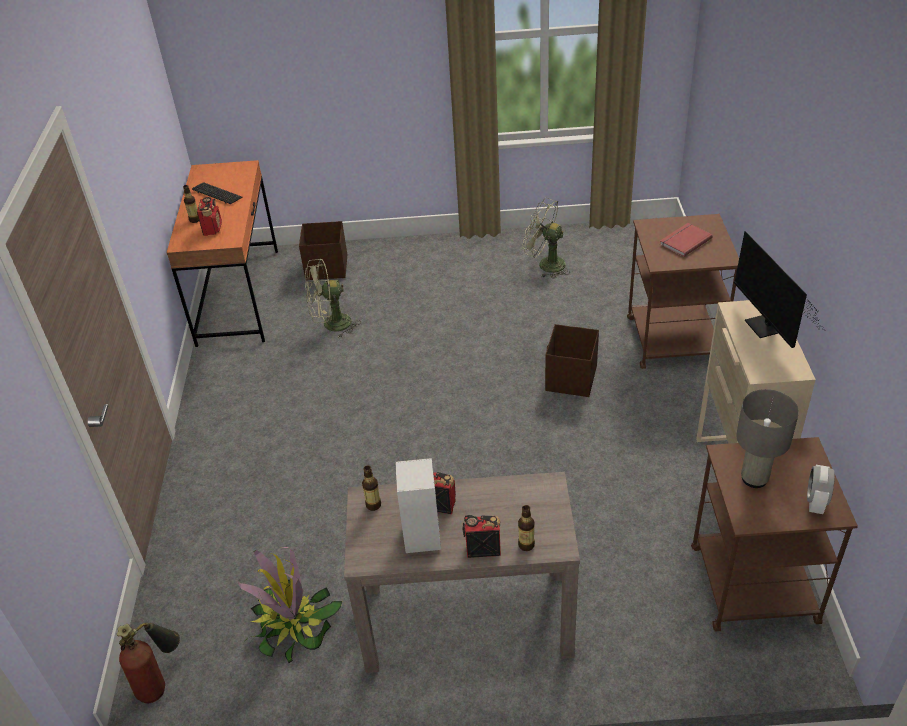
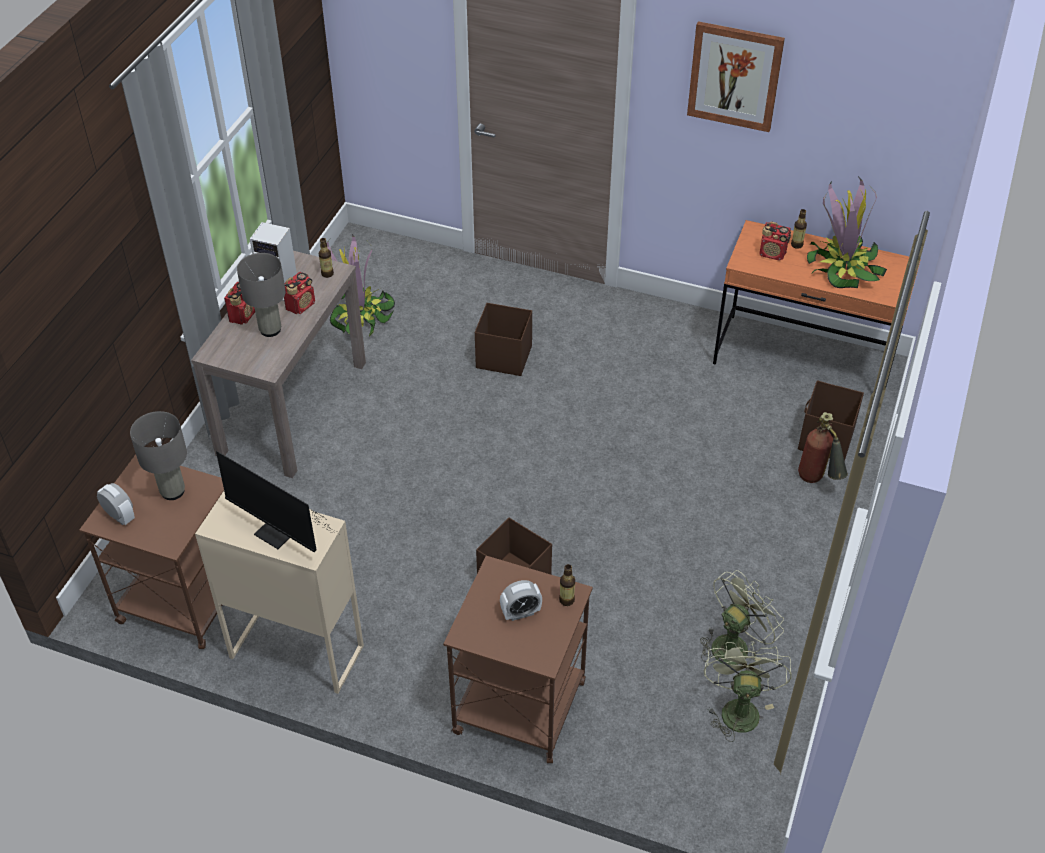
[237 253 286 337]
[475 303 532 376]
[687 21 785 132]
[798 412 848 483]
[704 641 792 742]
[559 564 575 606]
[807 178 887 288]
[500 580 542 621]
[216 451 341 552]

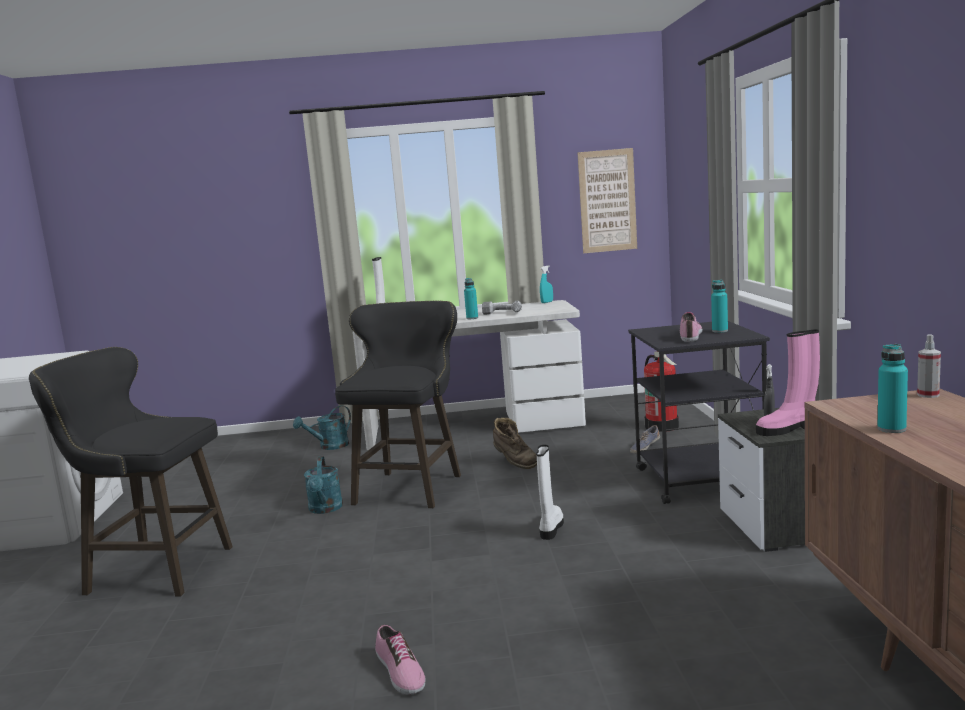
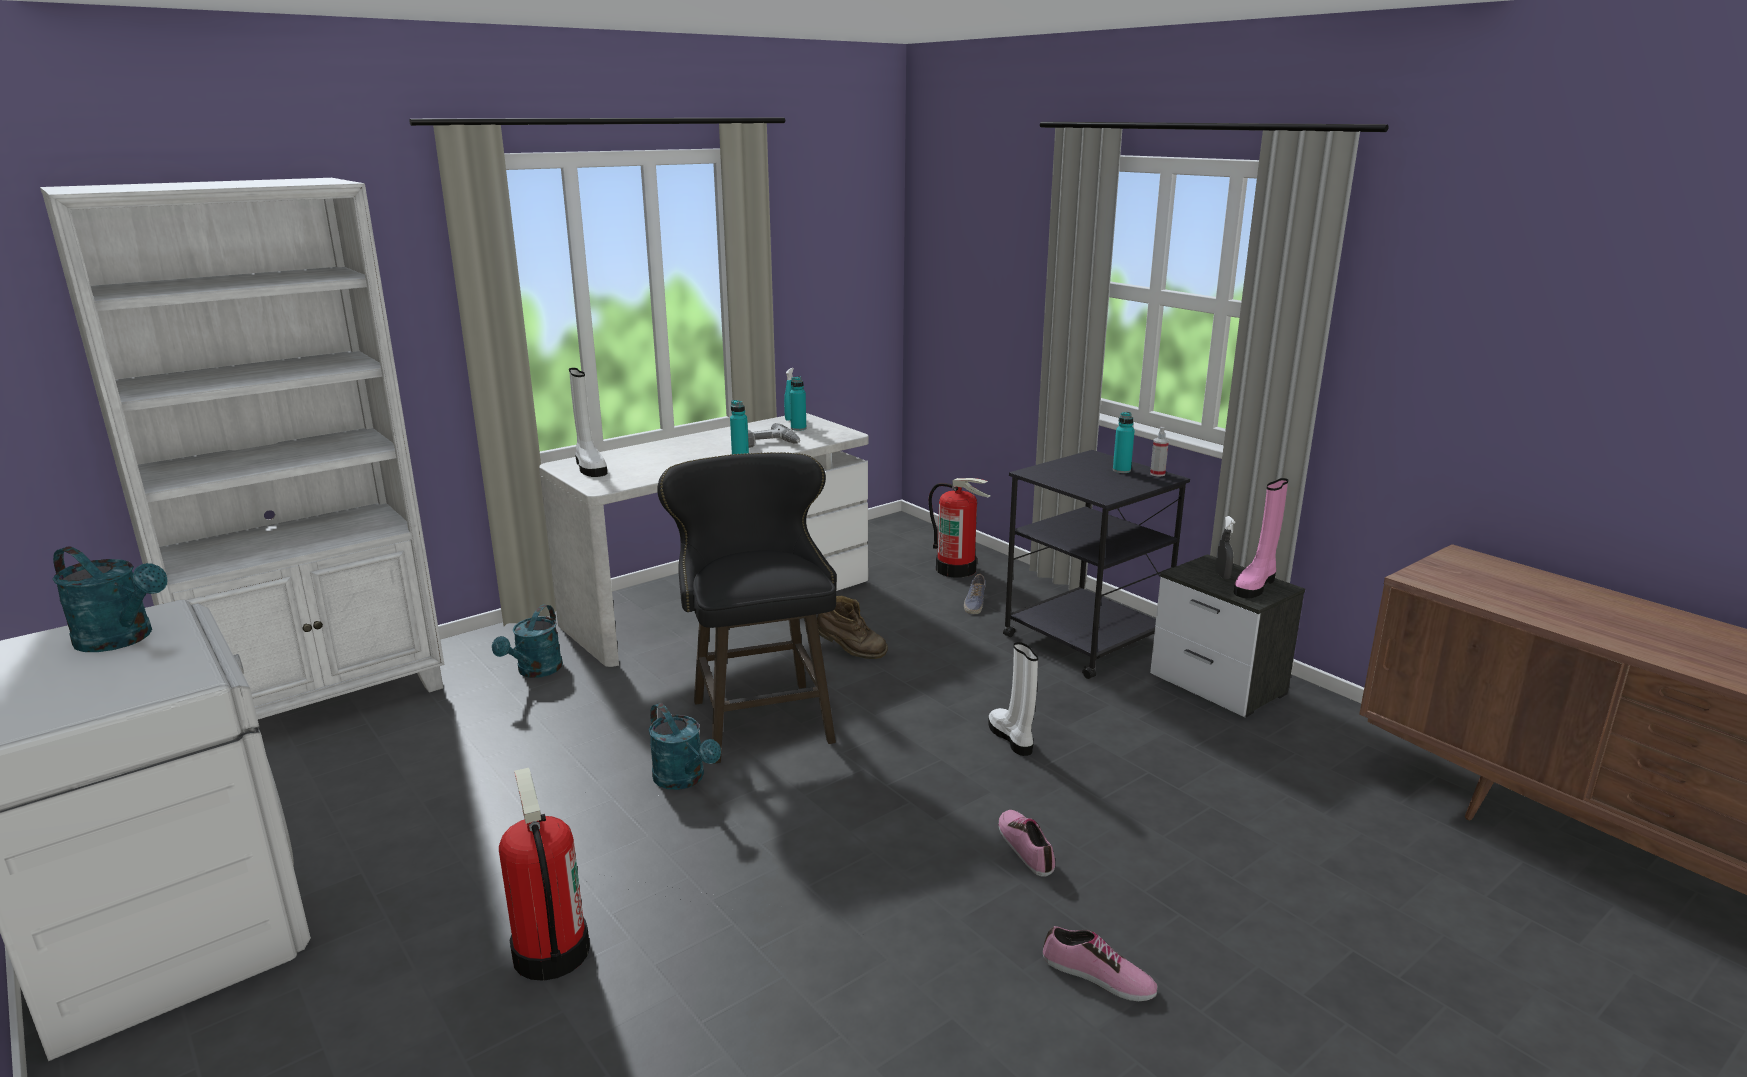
[578 148 637 253] (first image)
[40 178 444 719]
[53 546 168 652]
[998 810 1055 877]
[790 376 806 431]
[1150 427 1169 476]
[499 768 590 981]

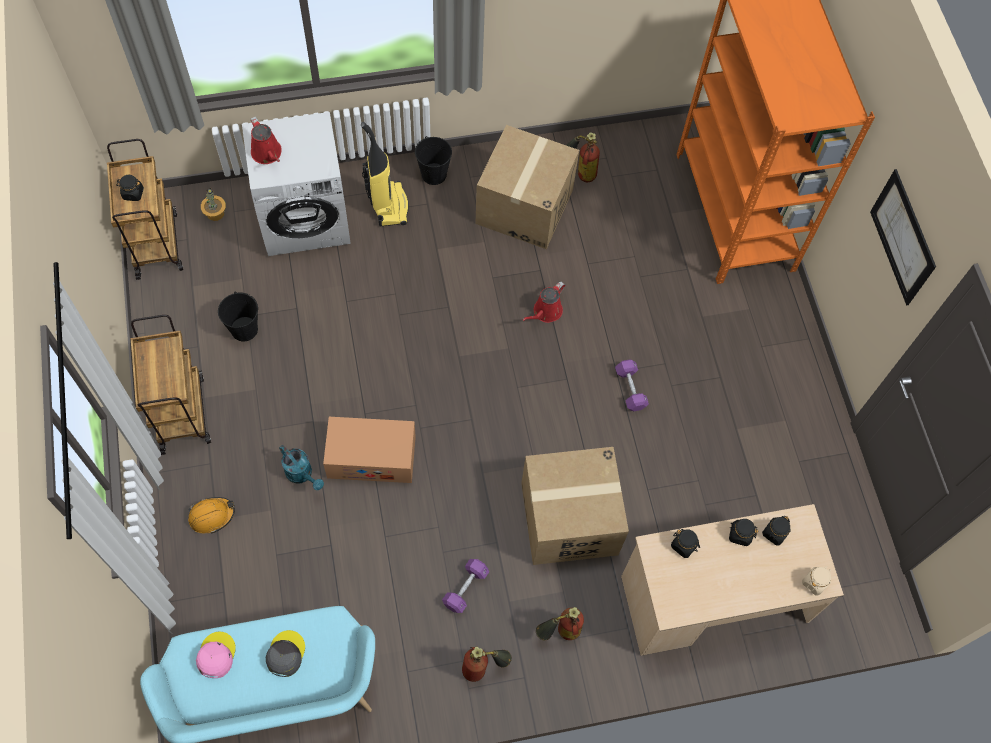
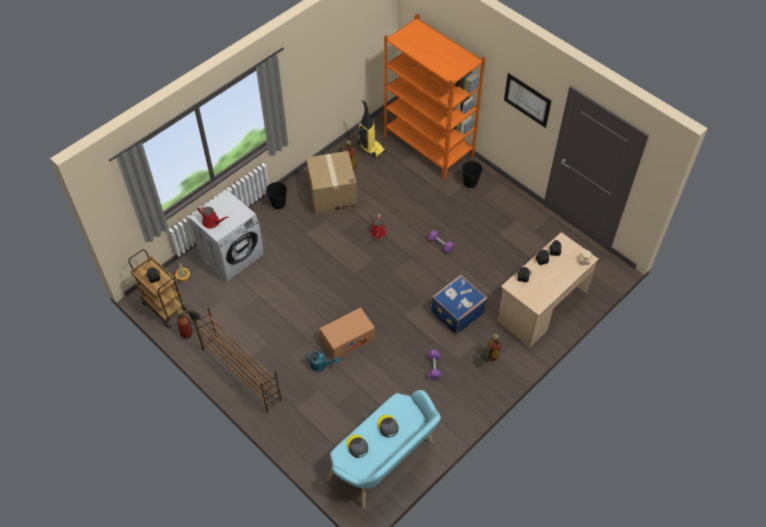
[188 497 235 534] (first image)
[462 161 483 188]
[357 100 386 158]
[177 309 200 339]
[193 308 282 413]
[431 275 487 335]
[346 434 368 458]

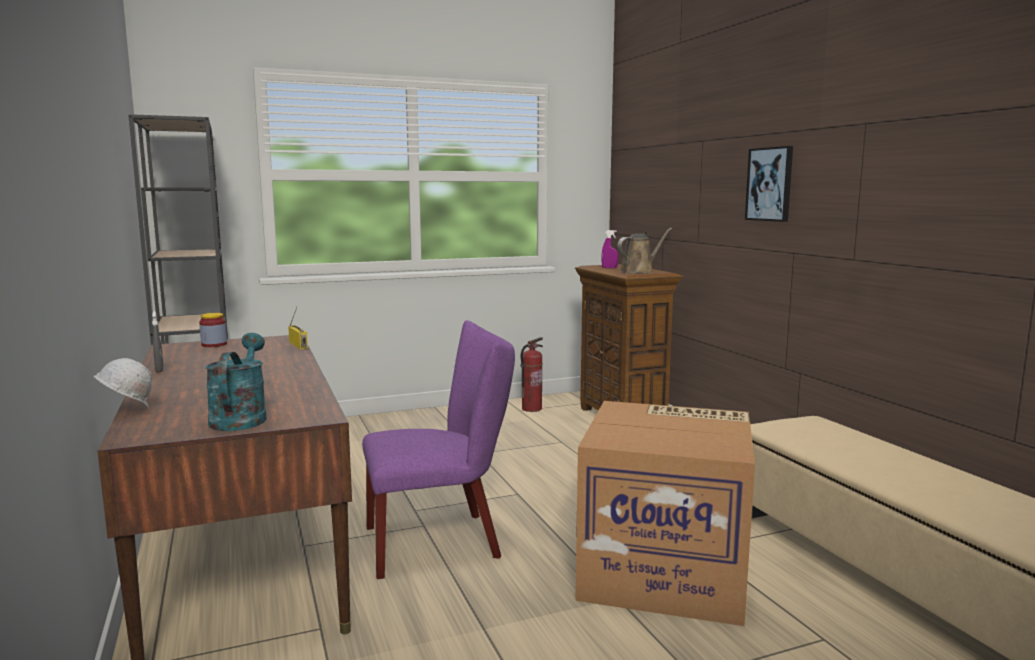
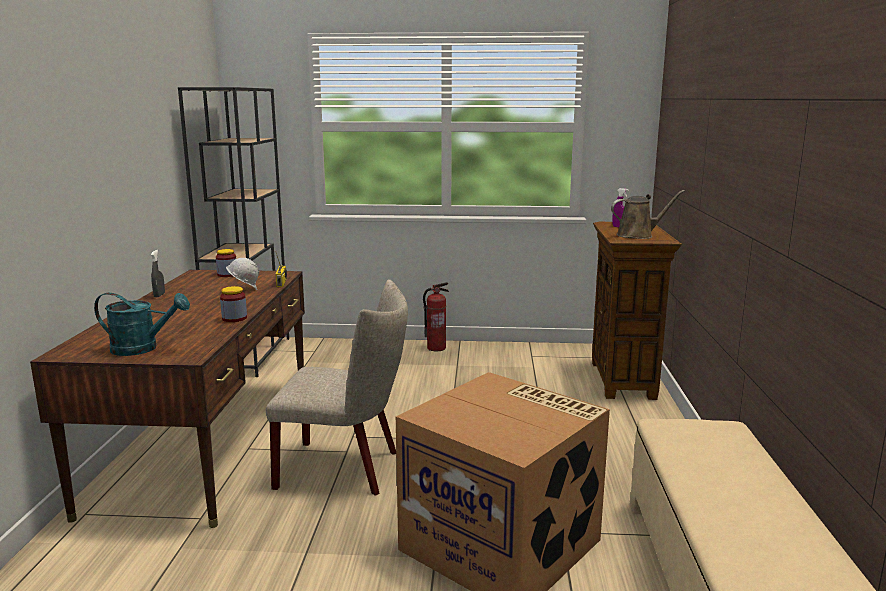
[745 146 793 222] (first image)
[220 286 247 322]
[226 258 259 290]
[423 282 449 351]
[266 279 408 496]
[94 293 190 356]

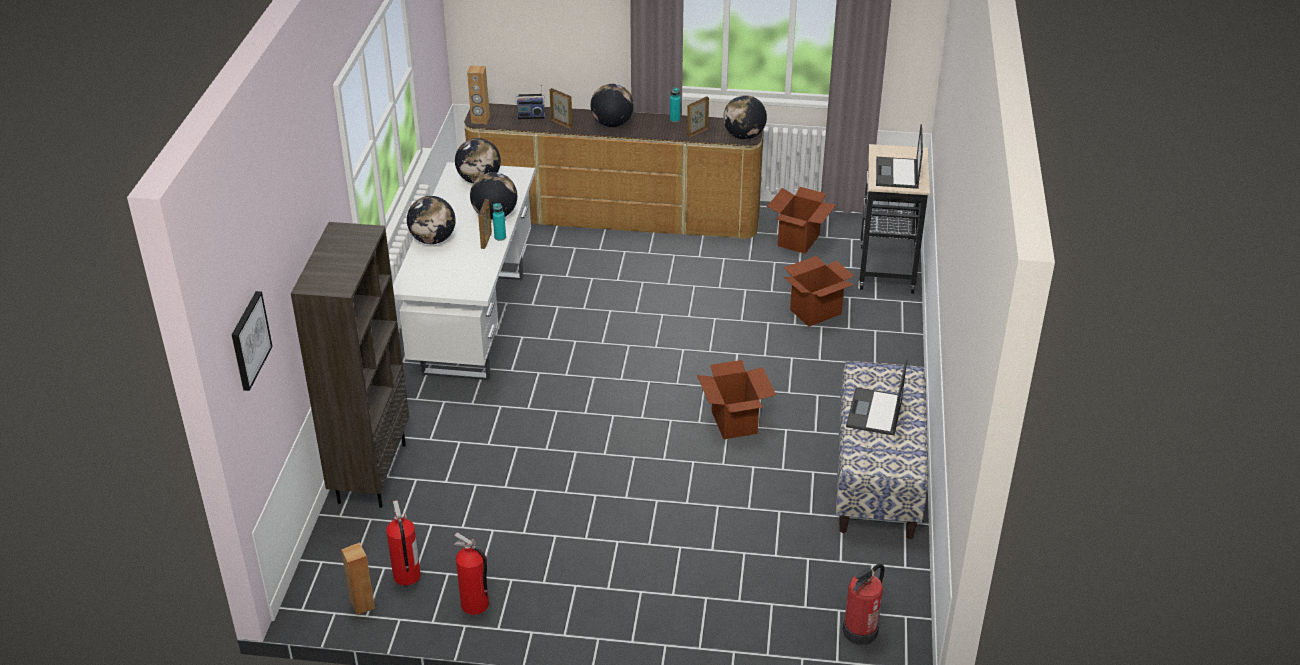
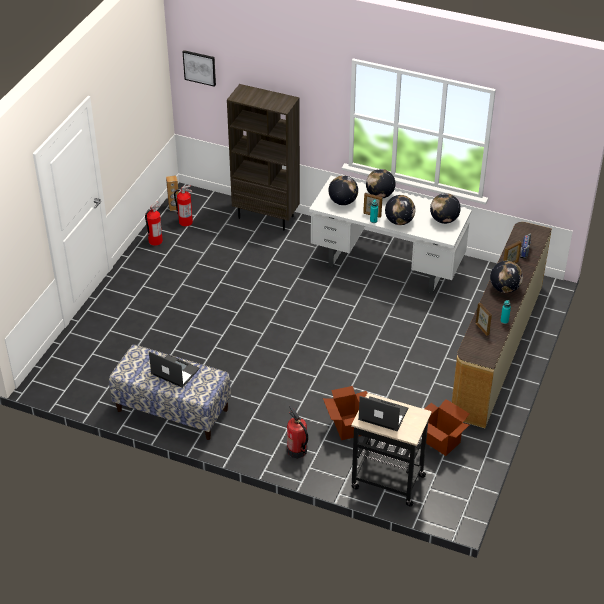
[467 65 490 124] (first image)
[697 360 776 439] (first image)
[328 175 358 205]
[287 405 308 458]

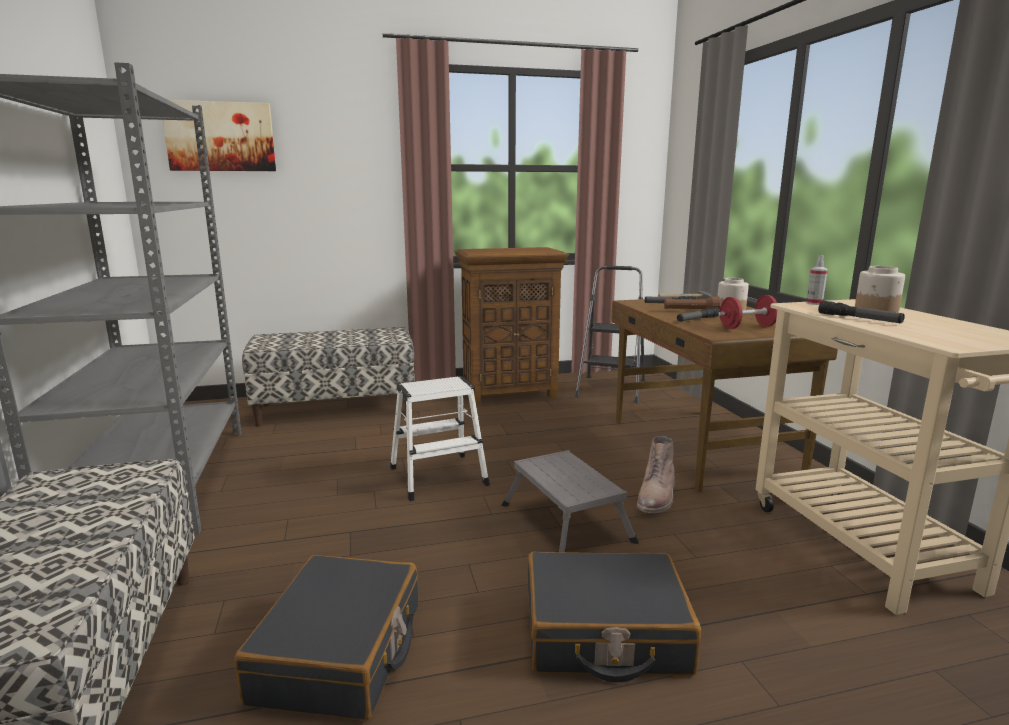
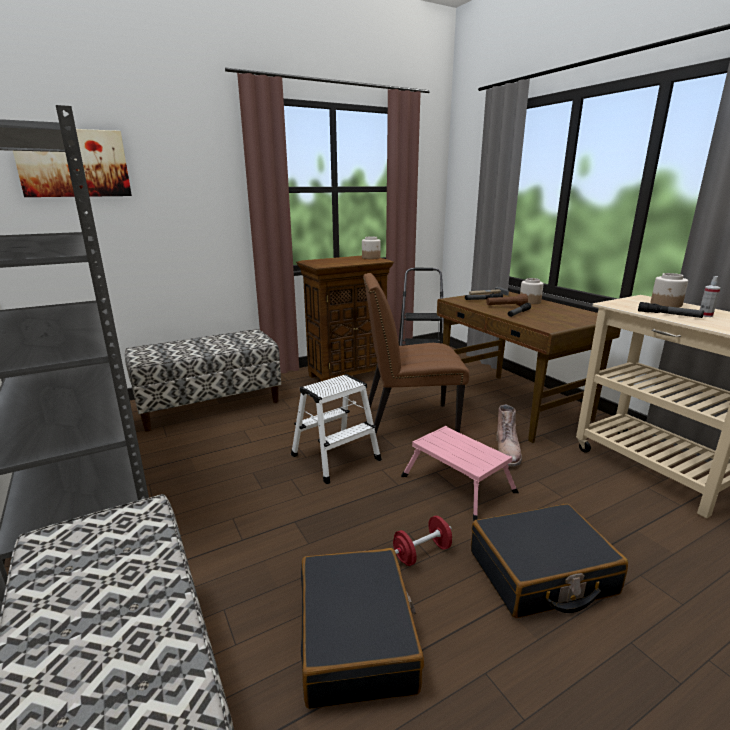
[362 237 381 259]
[363 273 469 434]
[393 516 452 566]
[700 276 720 317]
[401 426 519 521]

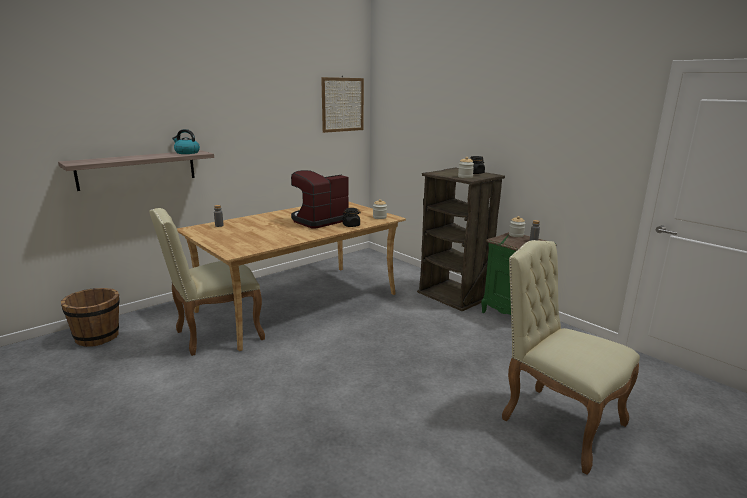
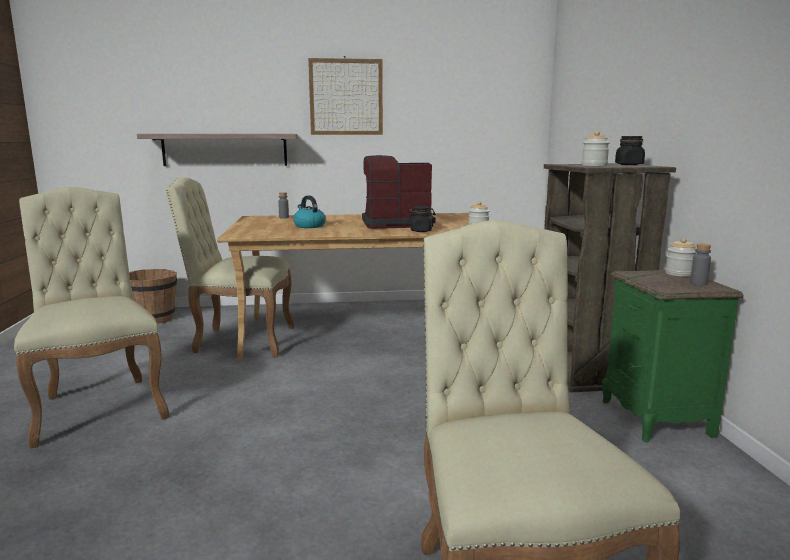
[14 187 169 449]
[293 195 326 228]
[308 56 383 135]

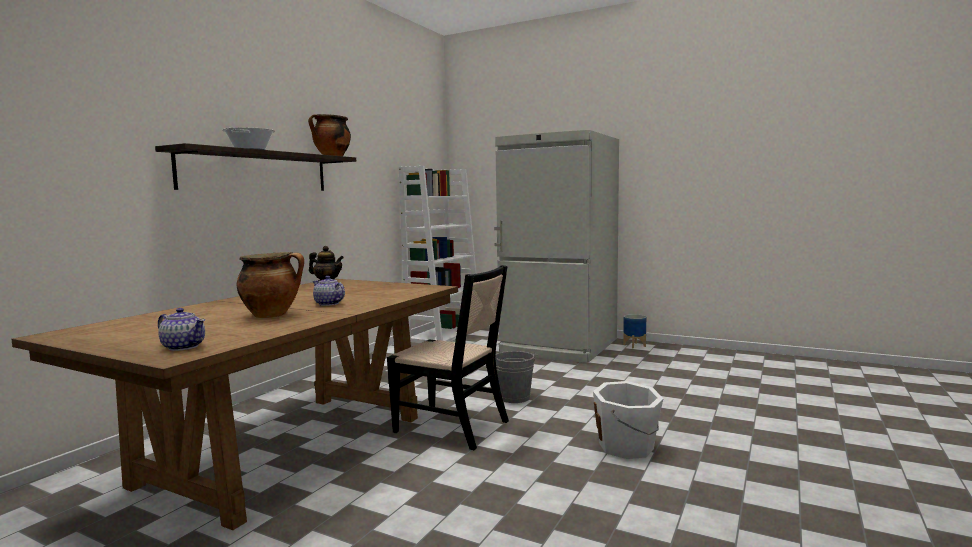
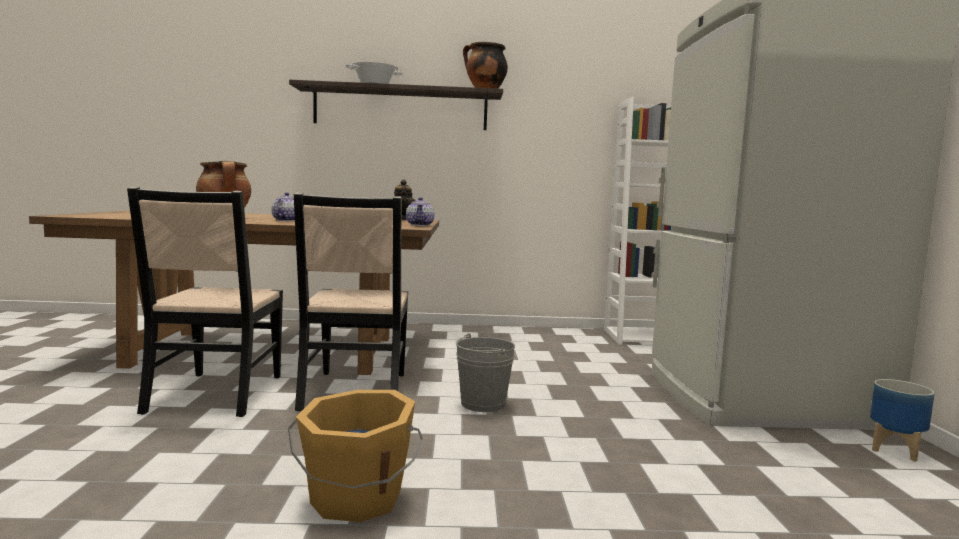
[127 187 283 417]
[406 197 435 226]
[288 390 423 522]

